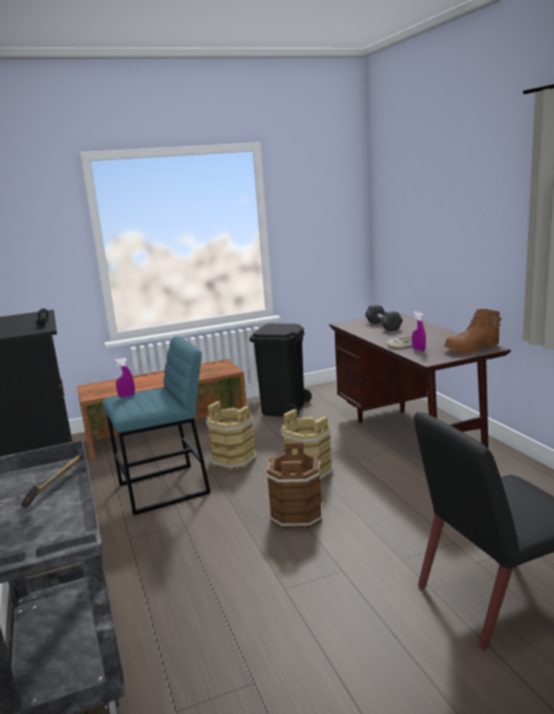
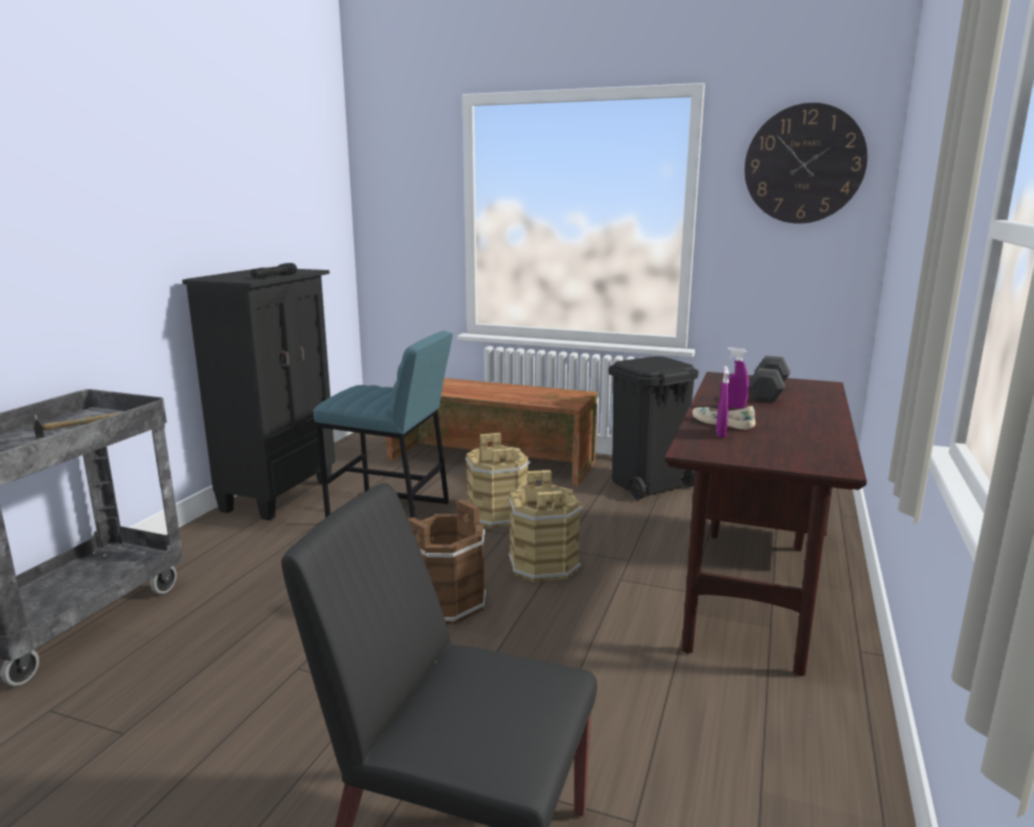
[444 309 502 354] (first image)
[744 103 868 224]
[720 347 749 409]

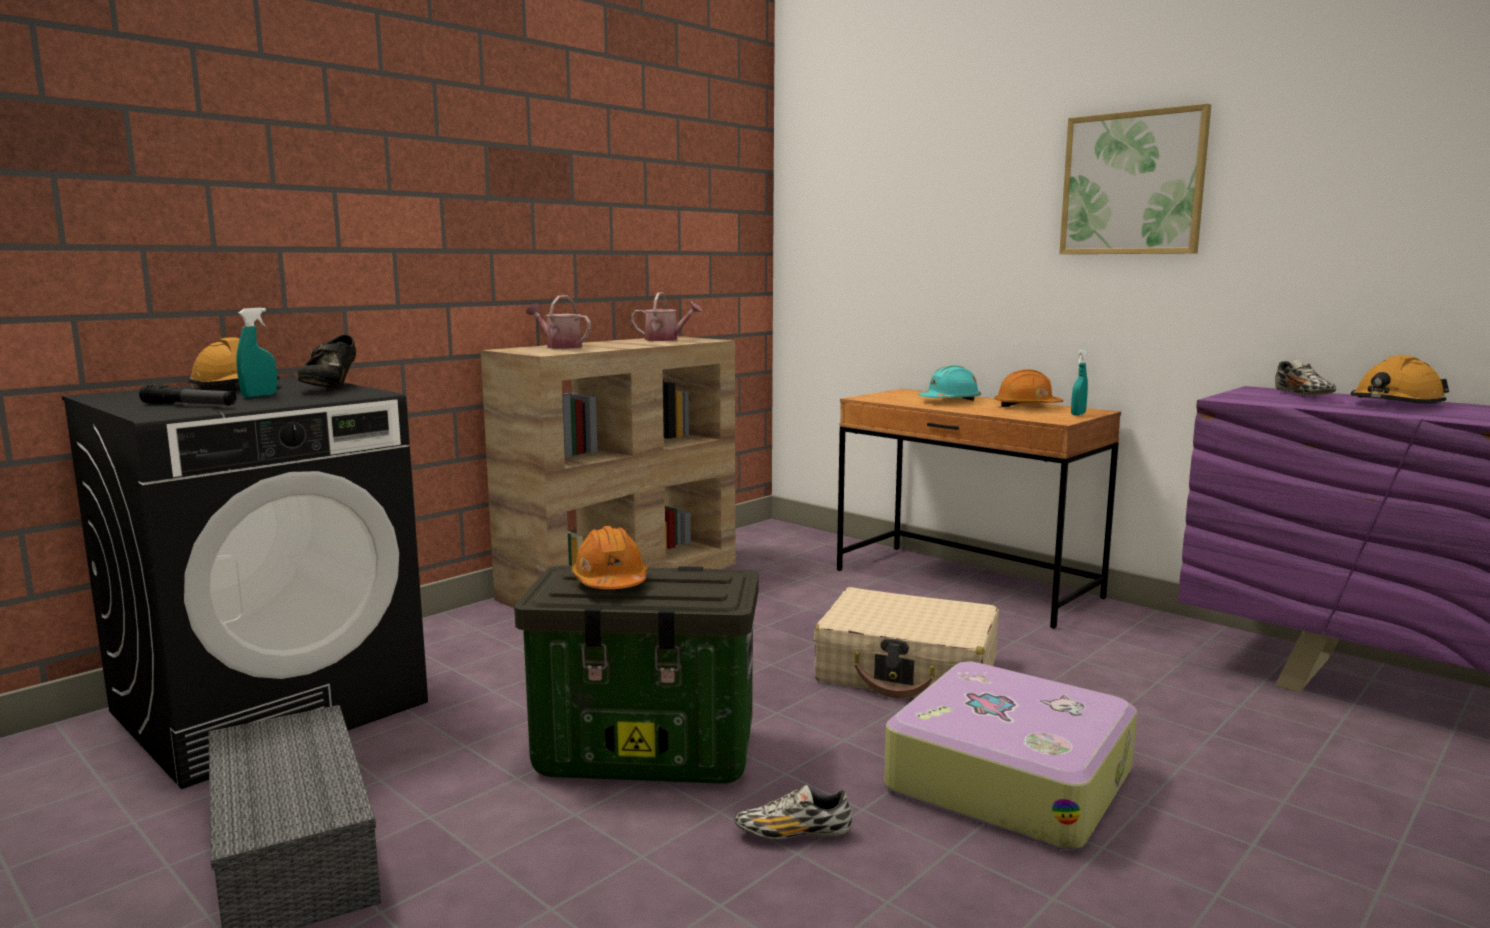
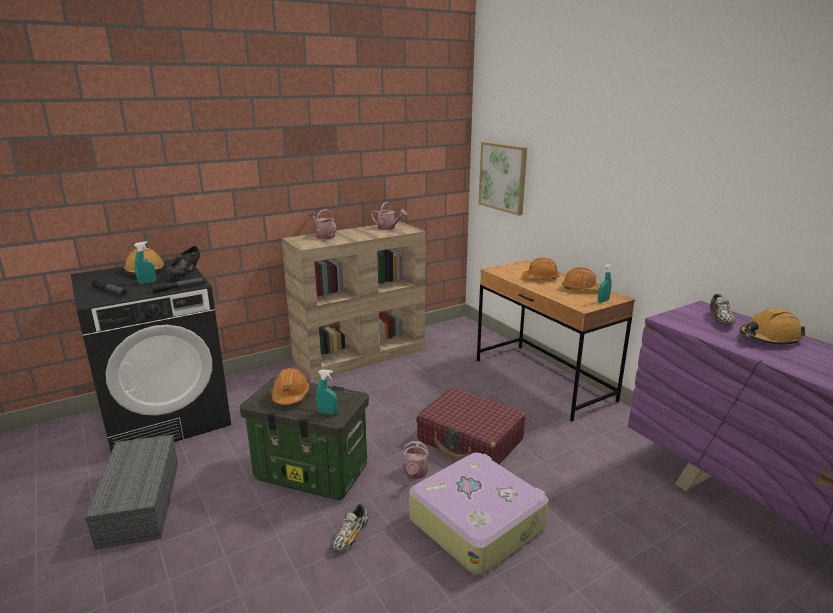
[151 277 205 293]
[316 370 337 414]
[402 441 429 479]
[479 142 527 216]
[416 387 525 464]
[522 257 560 279]
[330 504 369 551]

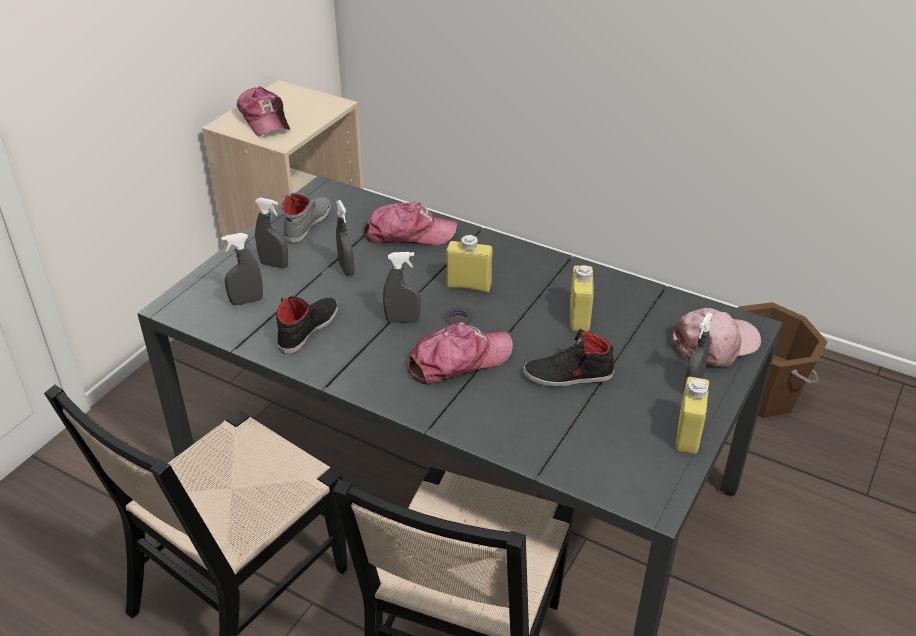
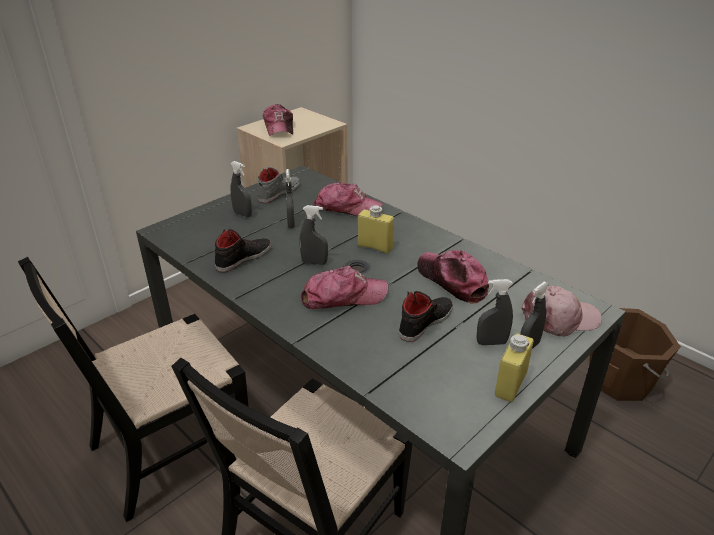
[477 279 513 346]
[417 250 489 304]
[399 291 453 342]

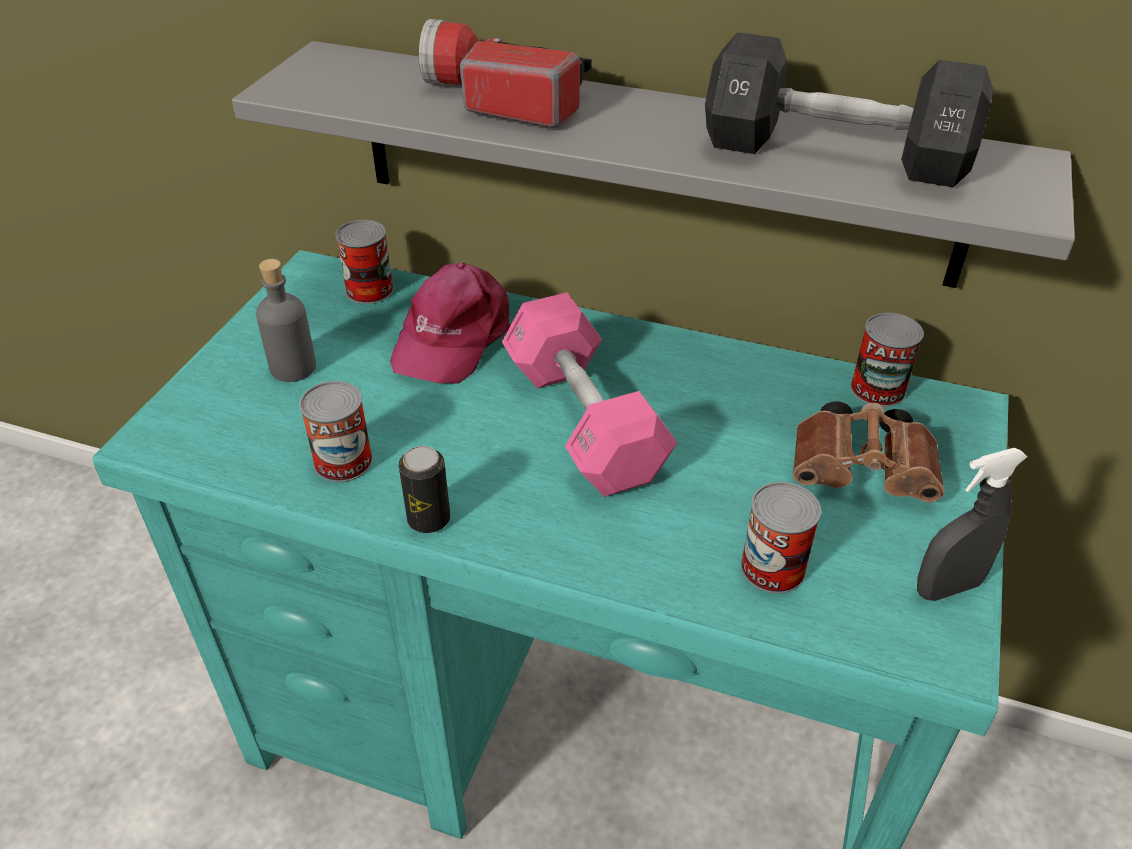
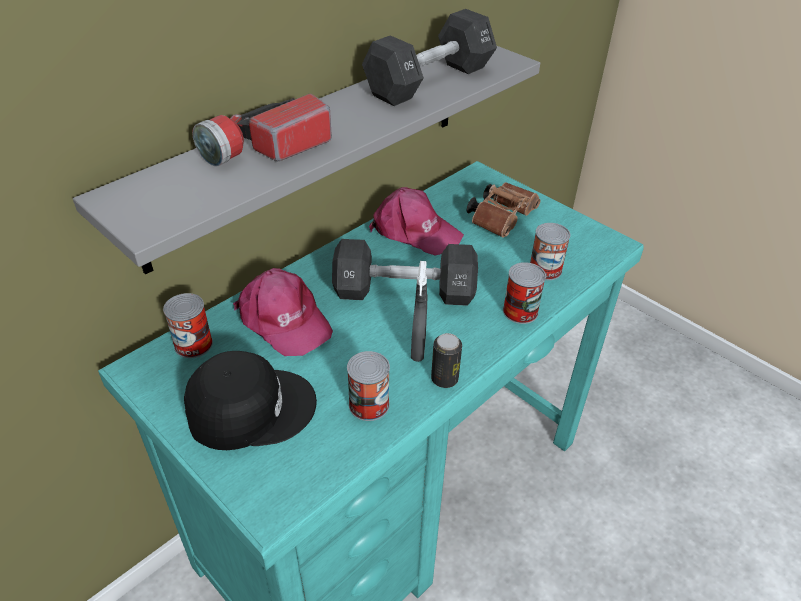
[369 187 464 256]
[503 262 546 324]
[411 261 427 362]
[184 351 317 450]
[332 239 478 306]

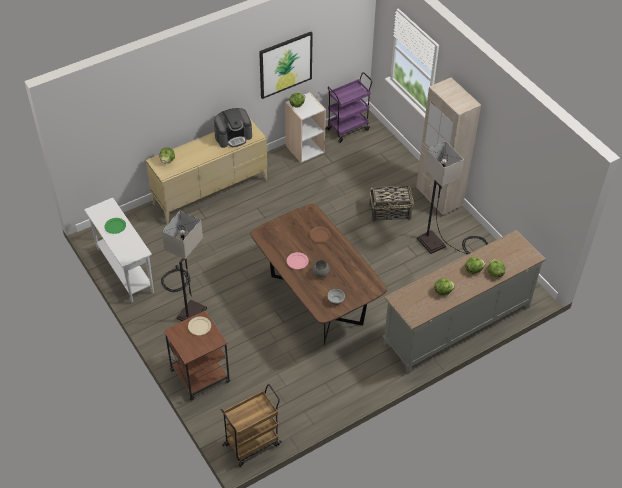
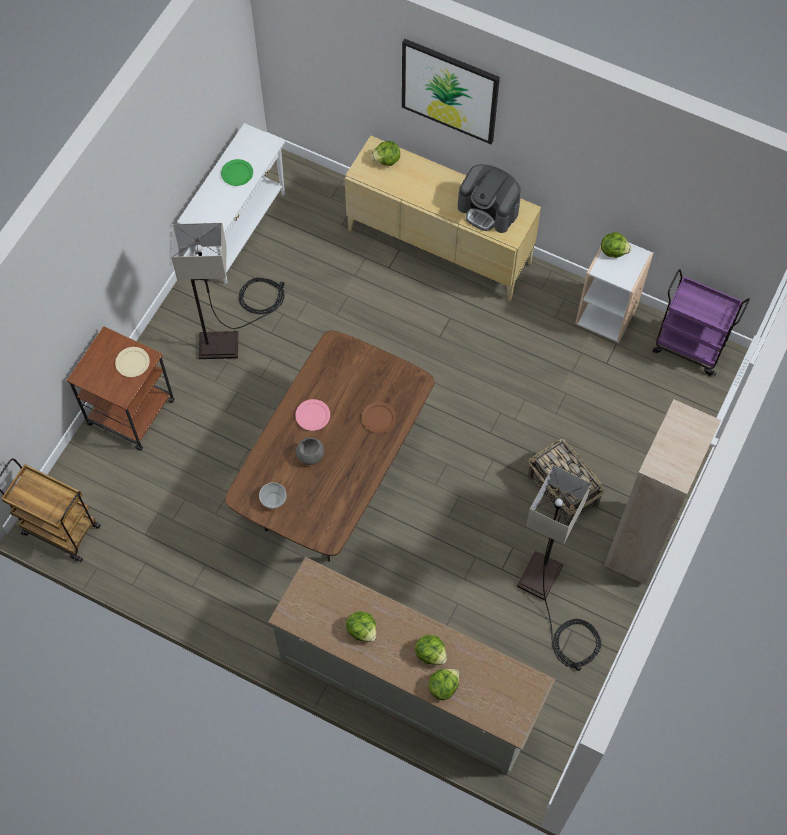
[402 39 500 144]

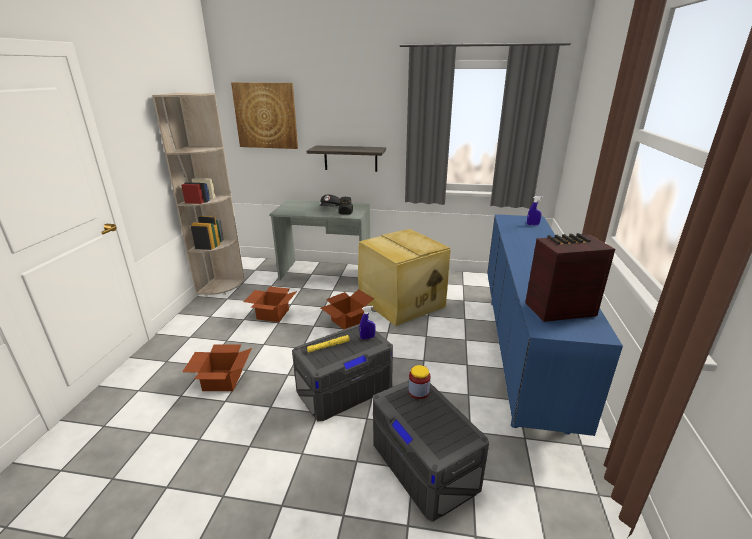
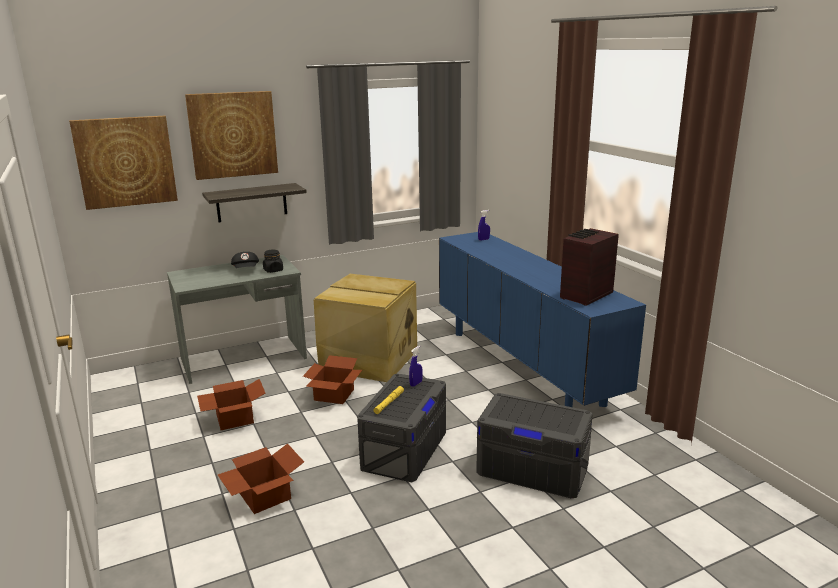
[152 93 245 297] (first image)
[408 365 430 399] (first image)
[185 91 278 180]

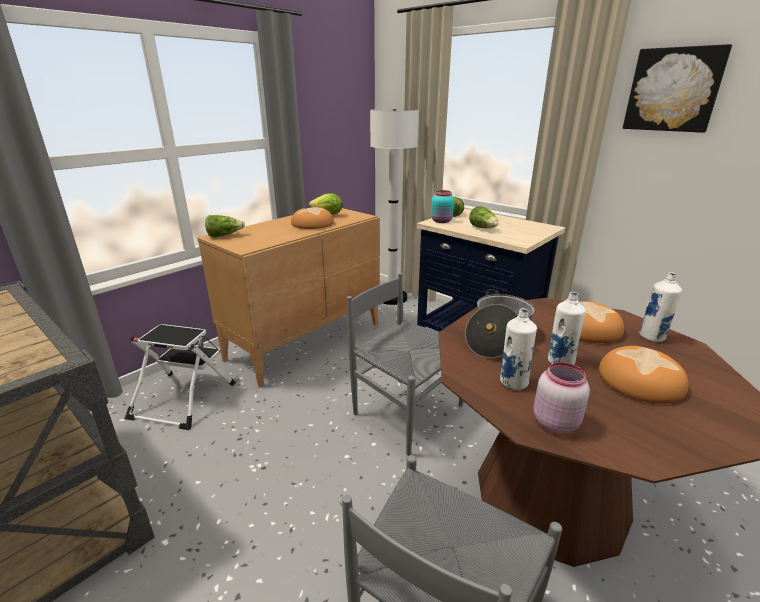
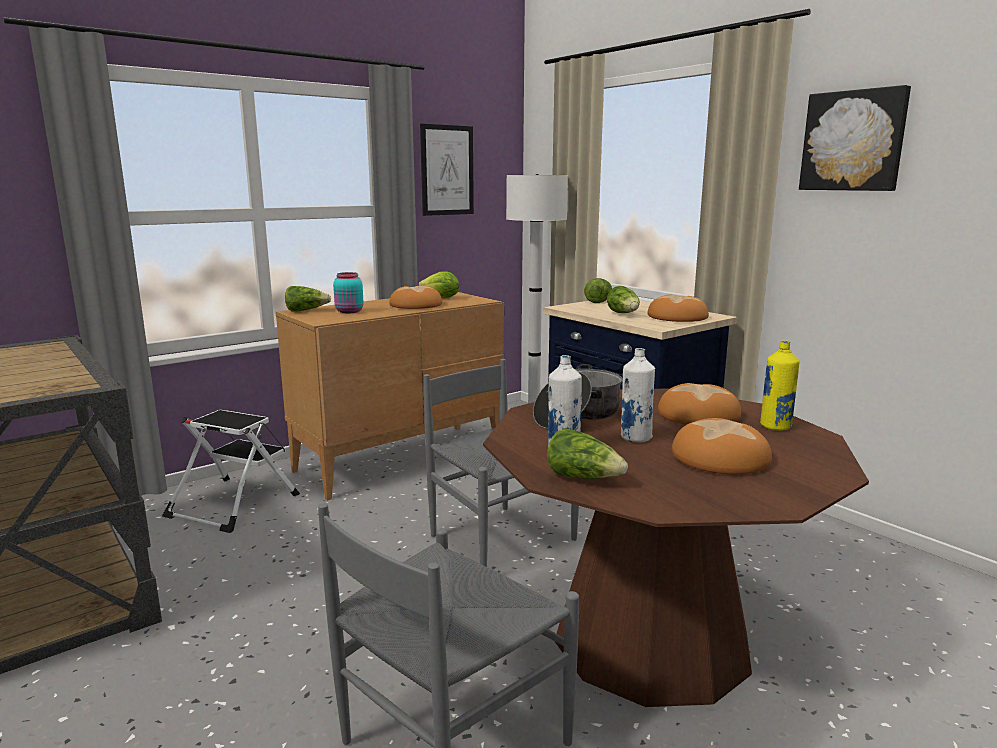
[420 124 474 216]
[648 295 709 322]
[333 272 364 313]
[547 428 628 479]
[760 341 800 431]

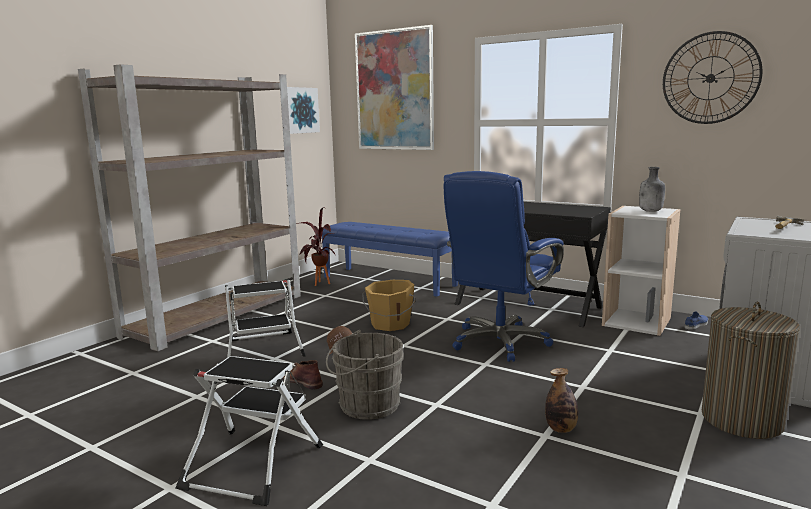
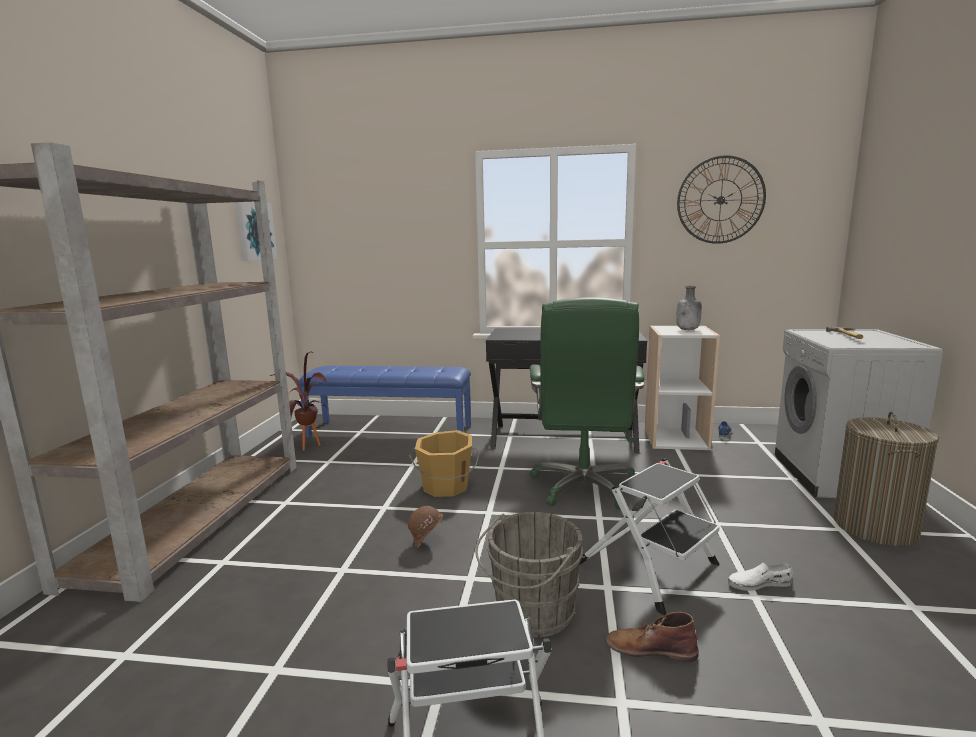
[355 25 434 150] (first image)
[579 458 720 615]
[605 612 699 662]
[728 562 793 591]
[529 297 645 509]

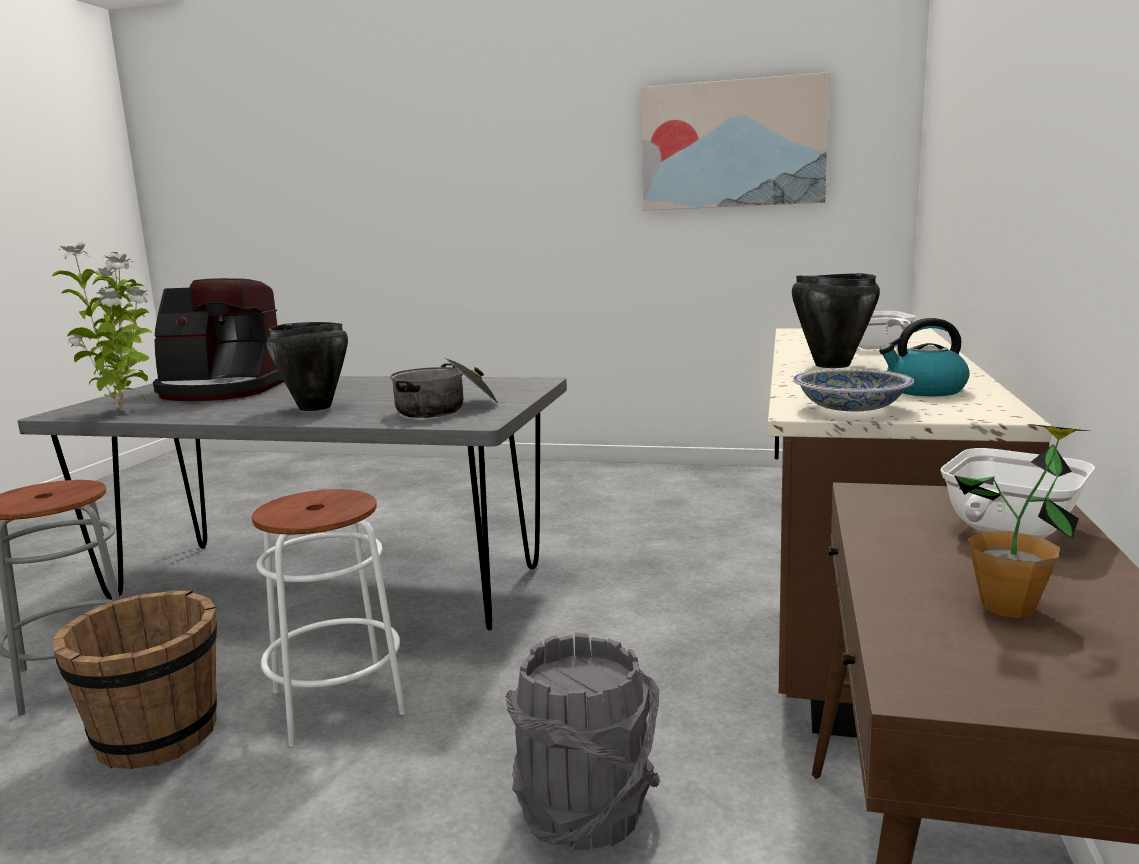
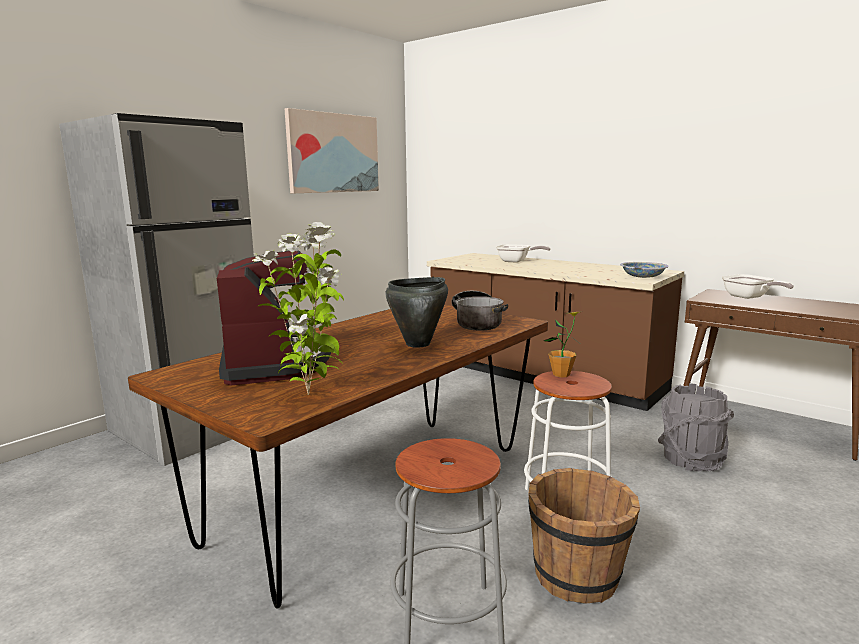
[792 273 880 368] (first image)
[879 318 970 396] (first image)
[59 113 254 466]
[544 311 583 377]
[128 304 548 608]
[217 250 331 386]

